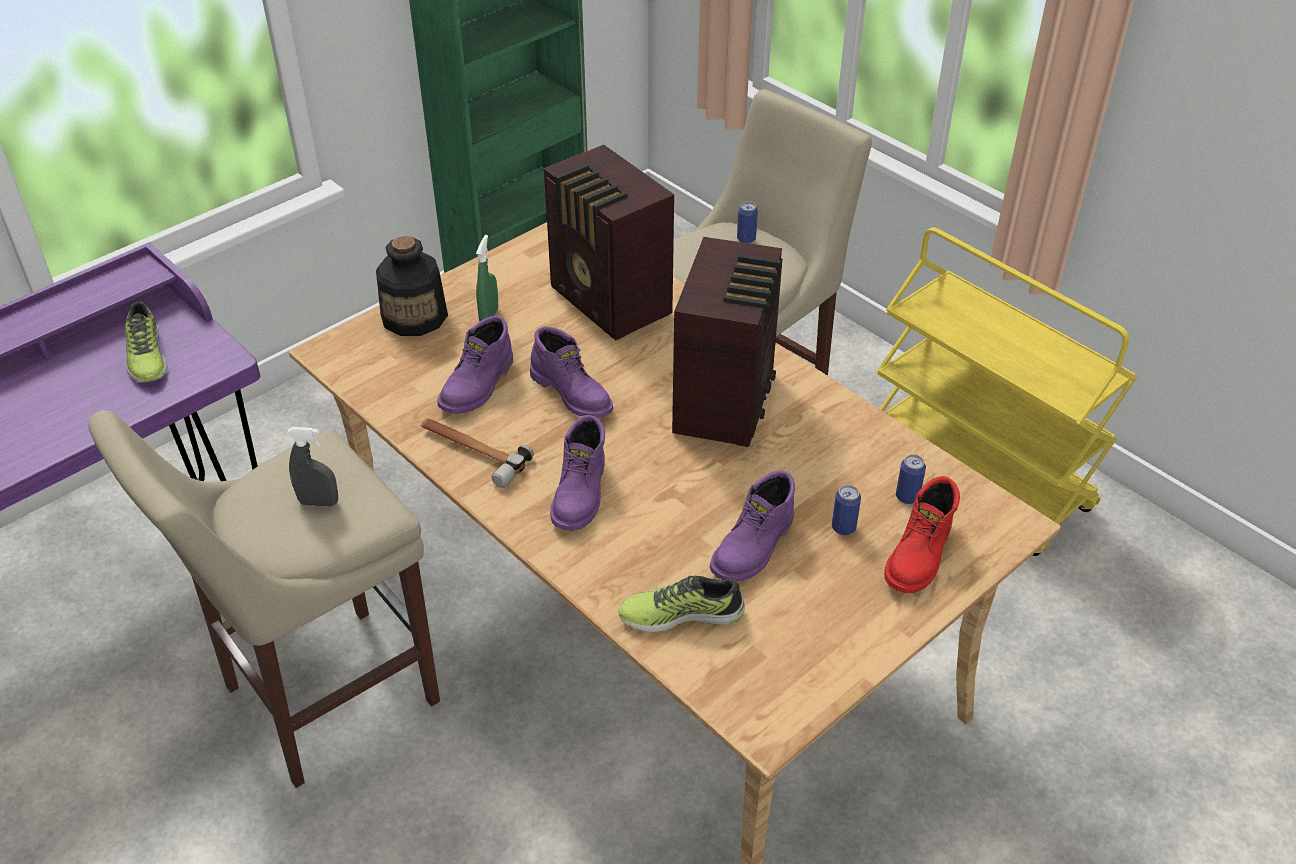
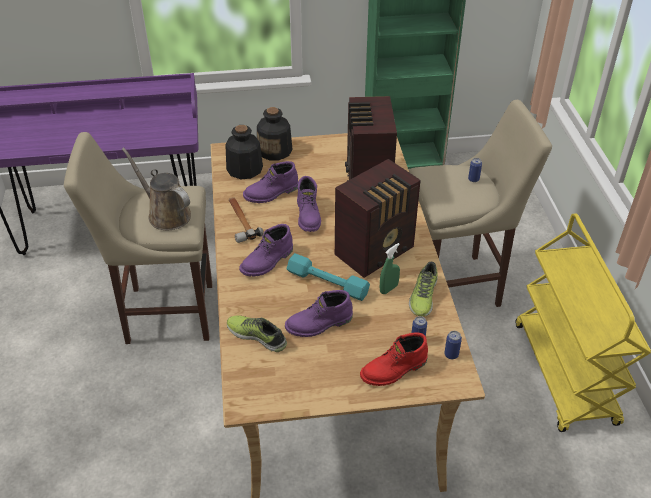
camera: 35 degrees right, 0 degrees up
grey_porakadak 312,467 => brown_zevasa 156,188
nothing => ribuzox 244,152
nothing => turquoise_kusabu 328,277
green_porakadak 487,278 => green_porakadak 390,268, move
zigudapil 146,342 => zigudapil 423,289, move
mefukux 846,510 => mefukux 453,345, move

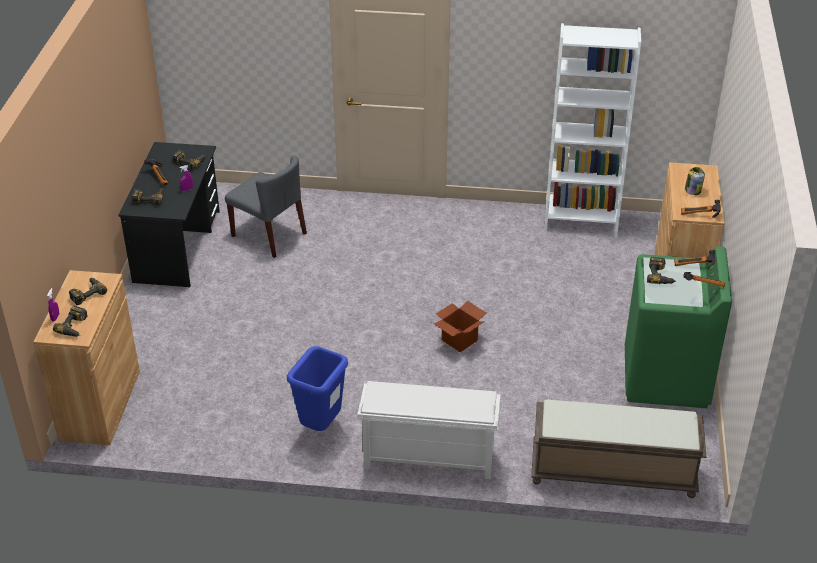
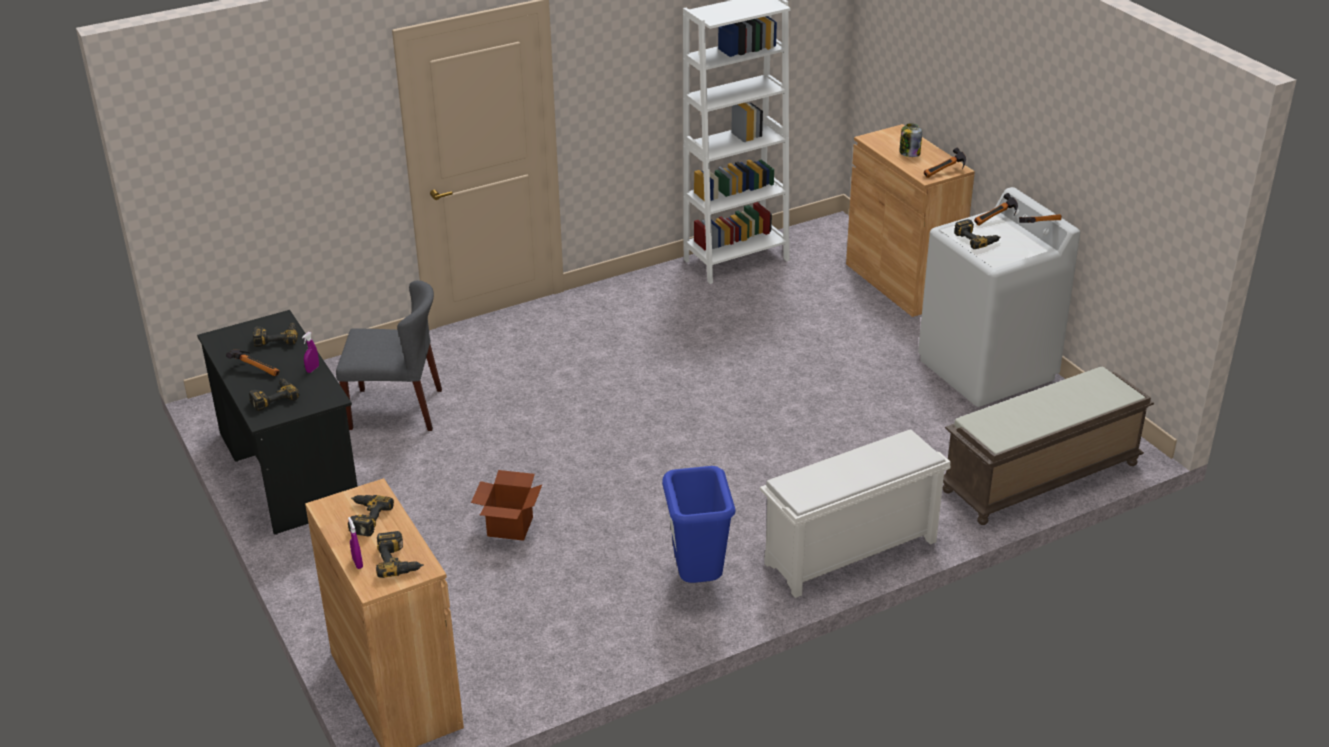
camera: 35 degrees left, 5 degrees down
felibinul 460,326 => felibinul 506,505, move
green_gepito 678,327 => white_gepito 999,297

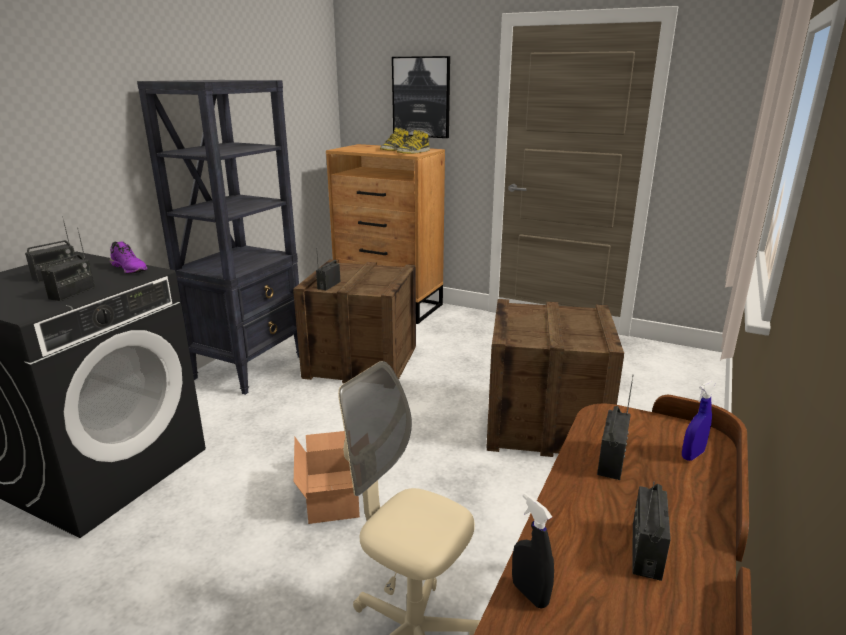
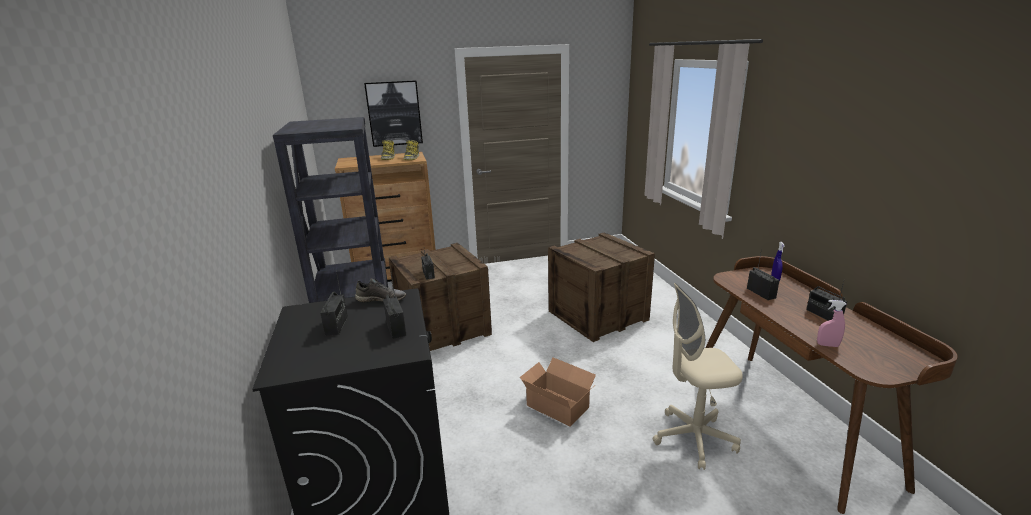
camera: 40 degrees left, 0 degrees up
purple_zigudapil 129,258 => grey_zigudapil 380,290
black_porakadak 533,551 => pink_porakadak 832,323

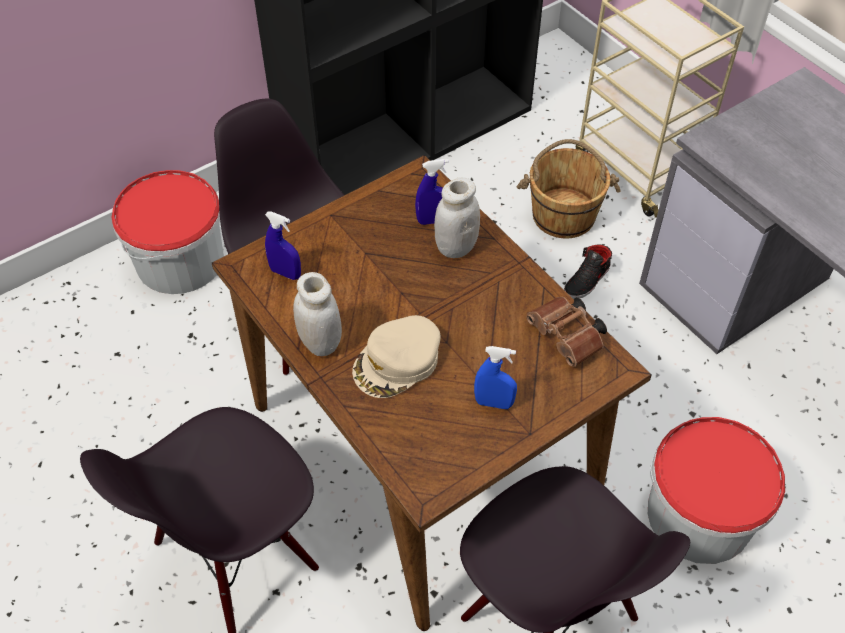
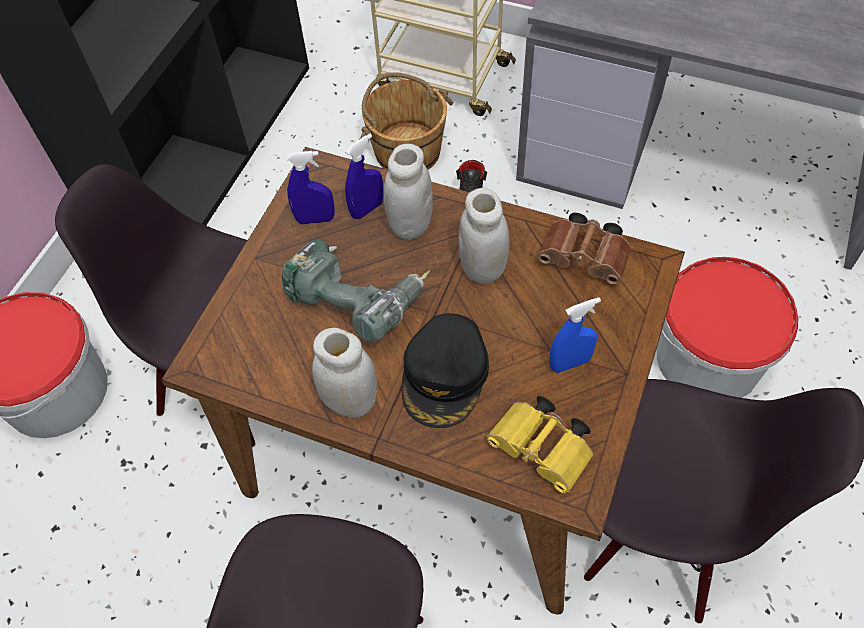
camera: 30 degrees left, 5 degrees up
nothing => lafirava 355,290
blue_porakadak 283,245 => blue_porakadak 311,187, move
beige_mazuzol 396,356 => black_mazuzol 445,370
nothing => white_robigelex 483,236
nothing => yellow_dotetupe 540,445

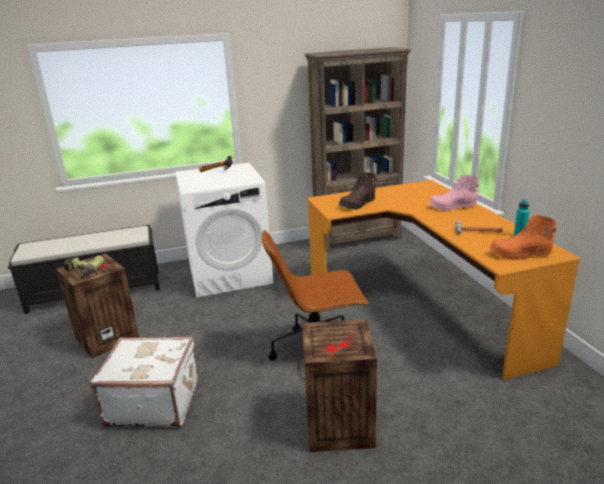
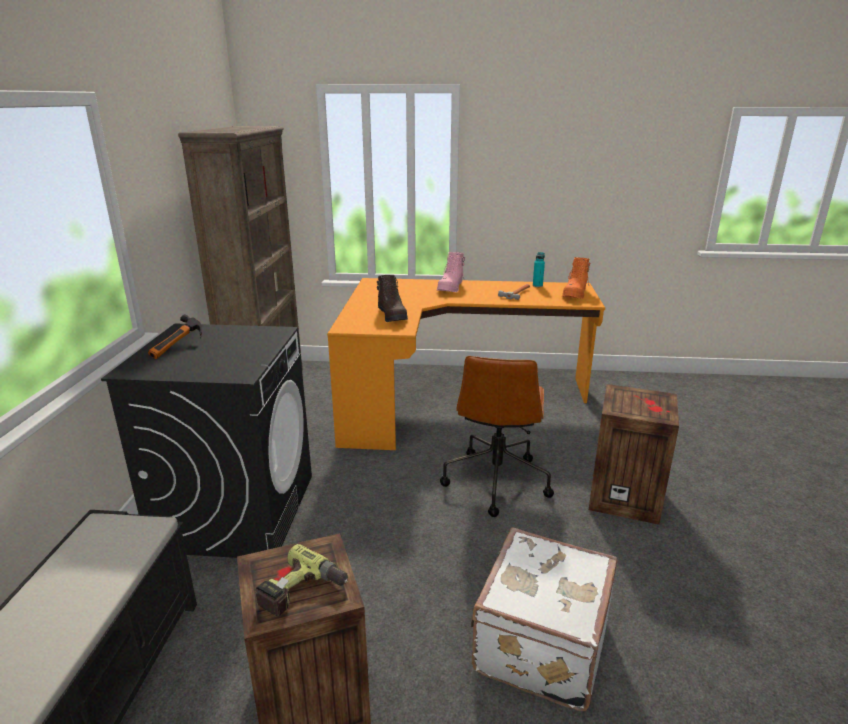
camera: 70 degrees left, 0 degrees up
white_gepito 224,230 => black_gepito 206,441

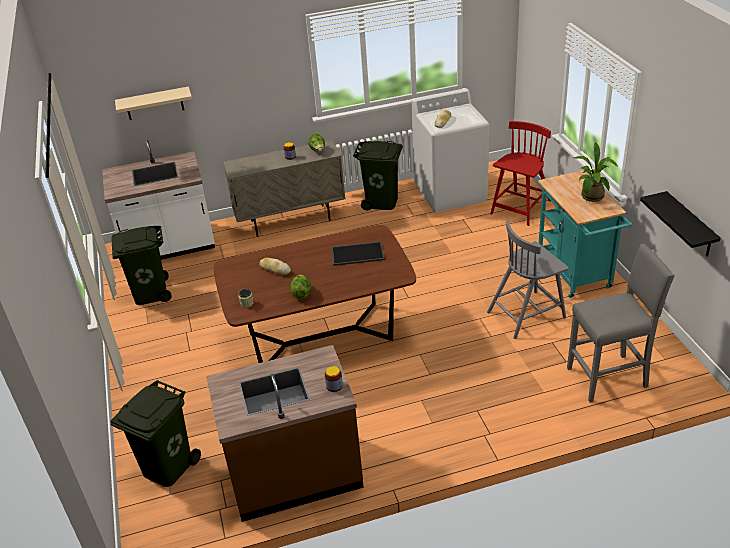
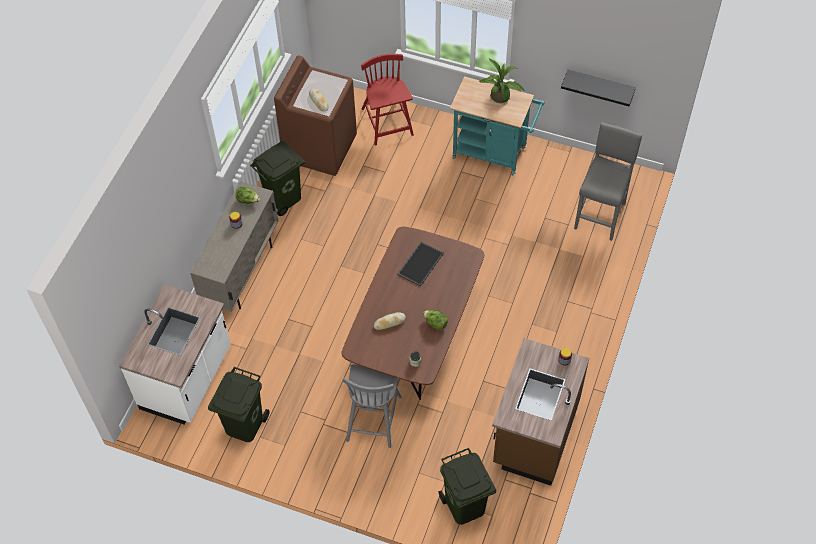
camera: 55 degrees left, 20 degrees up
white_gepito 451,150 => brown_gepito 315,115
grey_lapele 528,279 => grey_lapele 372,406, move
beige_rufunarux 153,103 => nothing

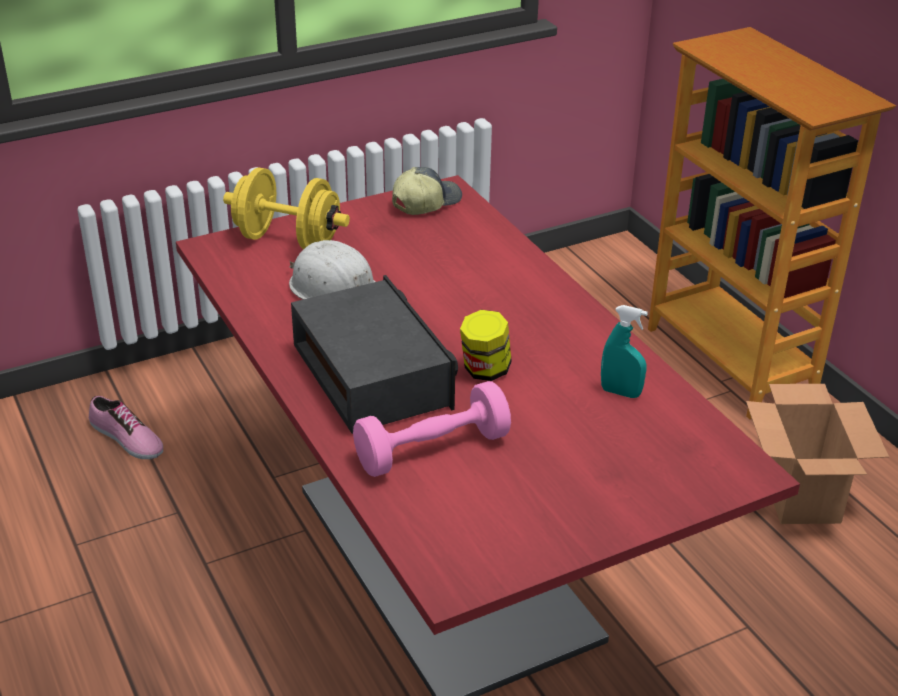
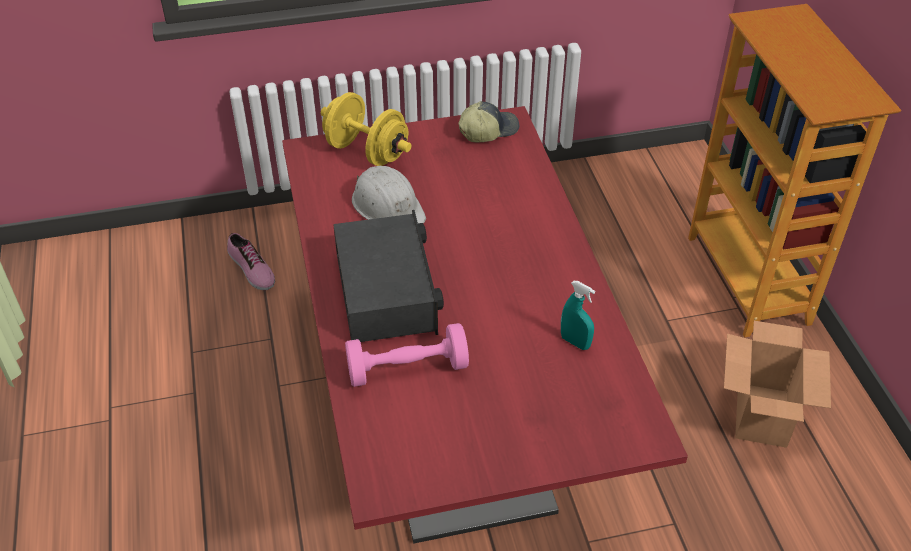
camera: 15 degrees right, 10 degrees up
robigelex 486,345 => nothing

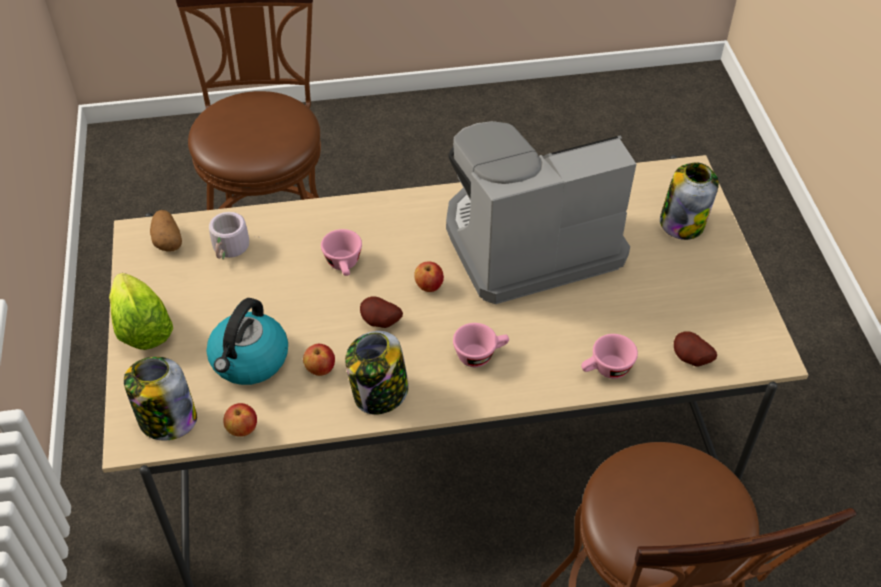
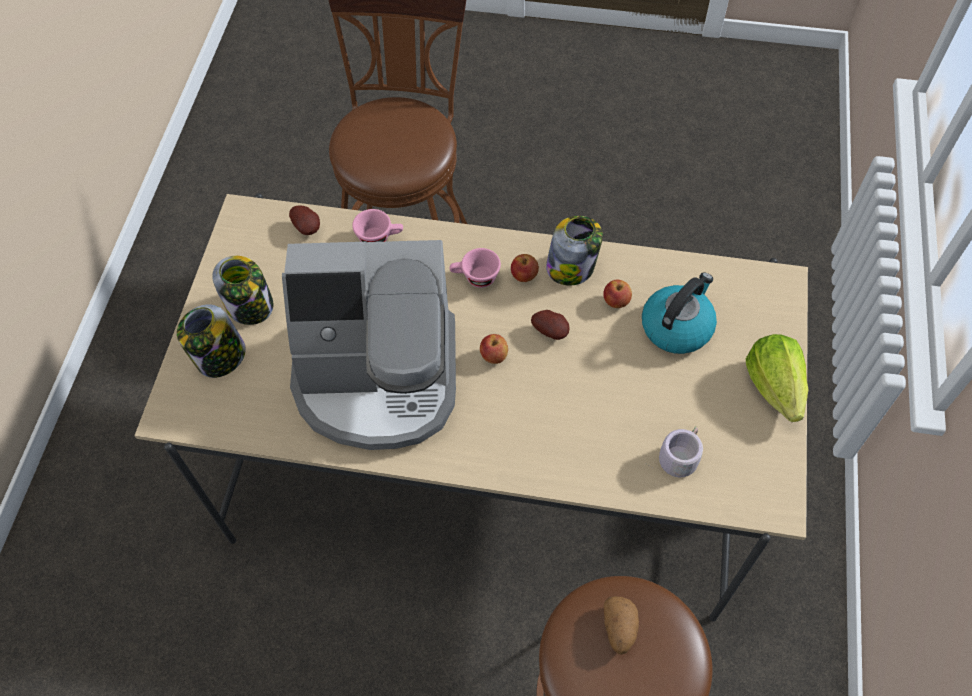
camera: 160 degrees left, 10 degrees up
robigelex 160,399 => robigelex 242,290, move
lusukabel 240,420 => lusukabel 525,268, move
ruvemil 166,231 => ruvemil 621,625, move
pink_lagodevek 341,252 => nothing

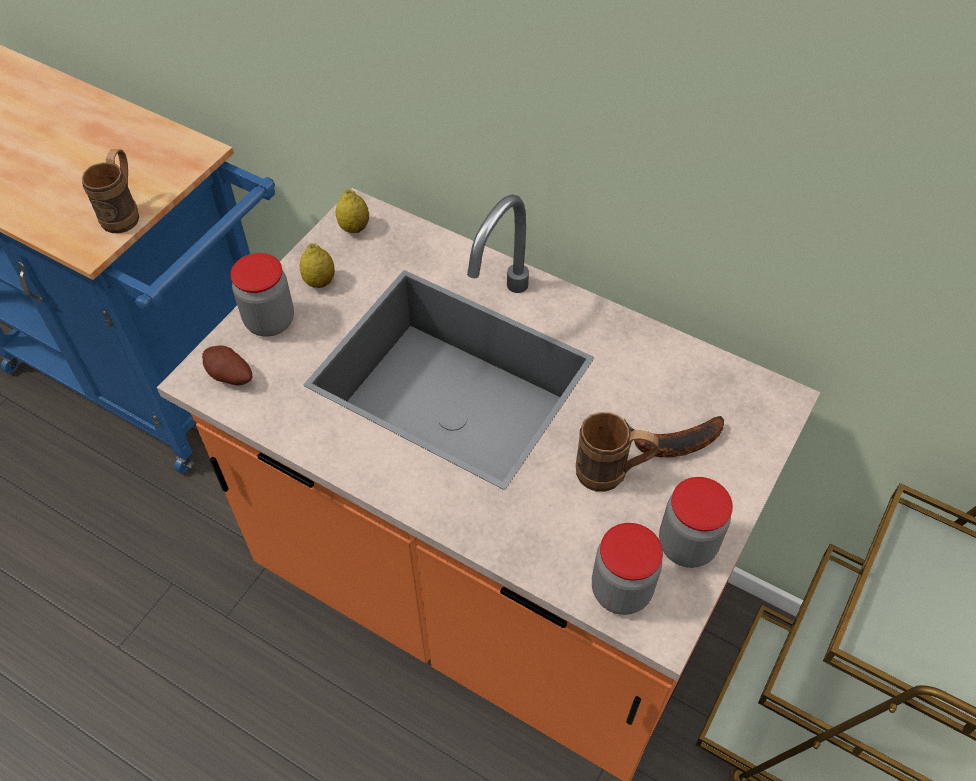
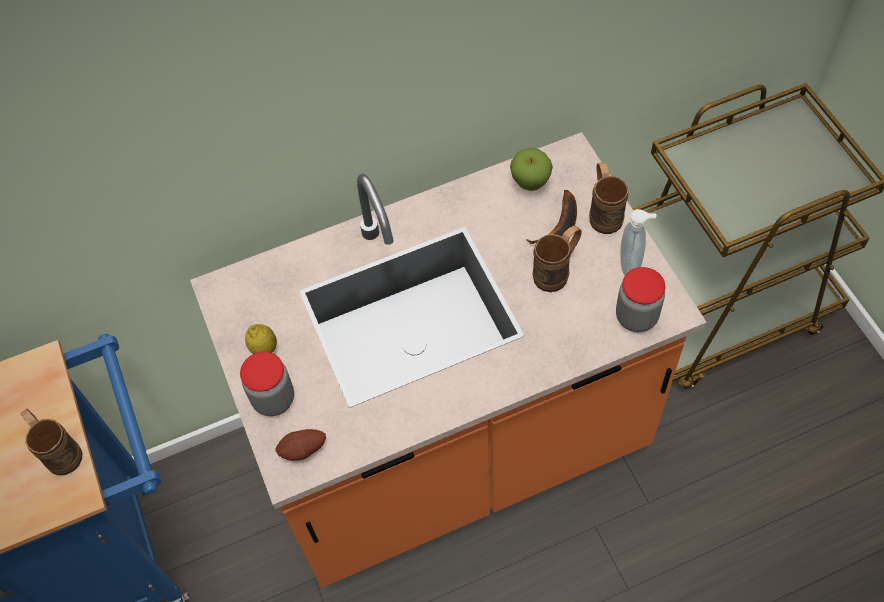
camera: 50 degrees left, 5 degrees up
nothing => lusukabel 531,169
nothing => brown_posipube 608,198
robigelex 696,522 => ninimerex 638,242
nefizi 352,211 => nothing

